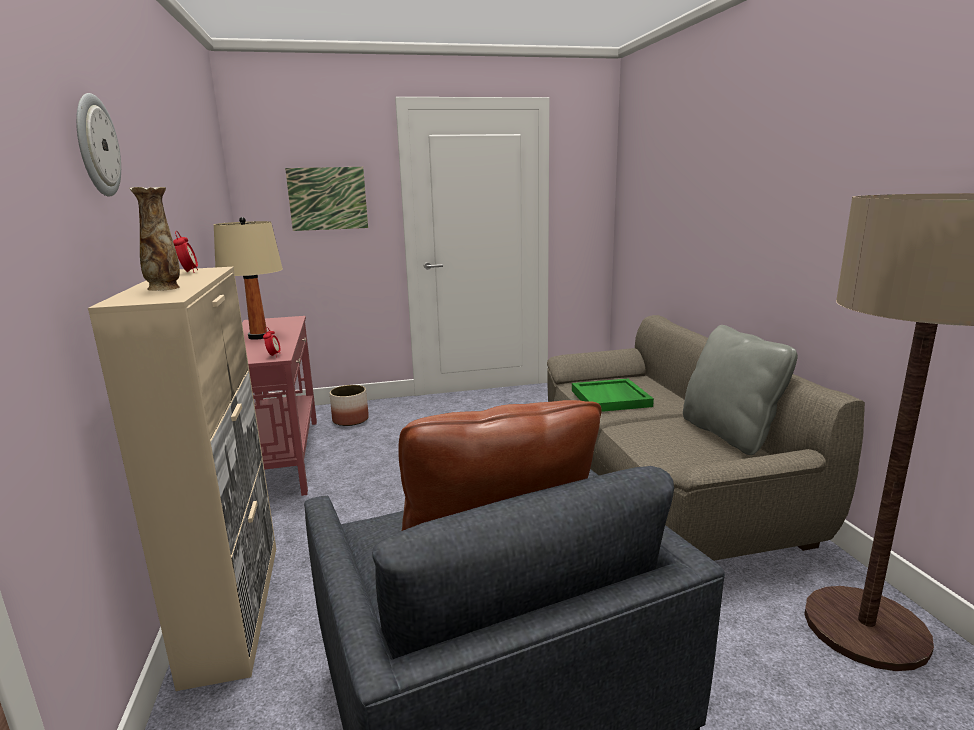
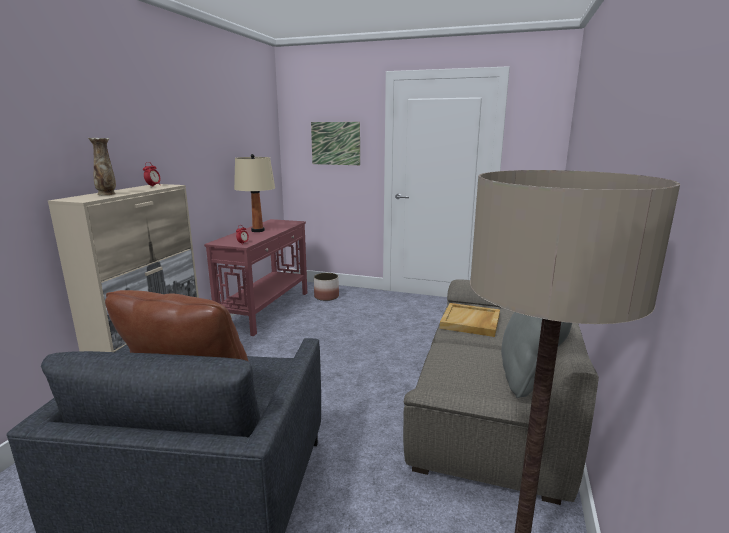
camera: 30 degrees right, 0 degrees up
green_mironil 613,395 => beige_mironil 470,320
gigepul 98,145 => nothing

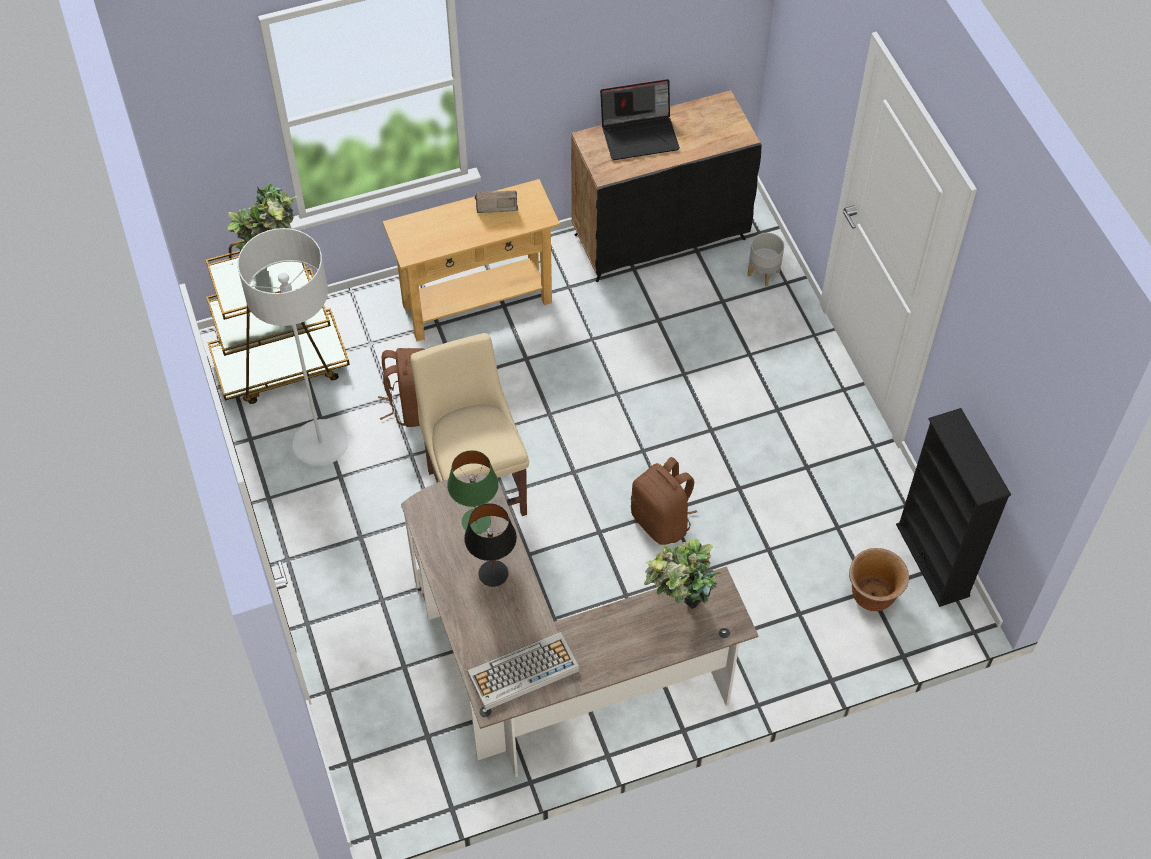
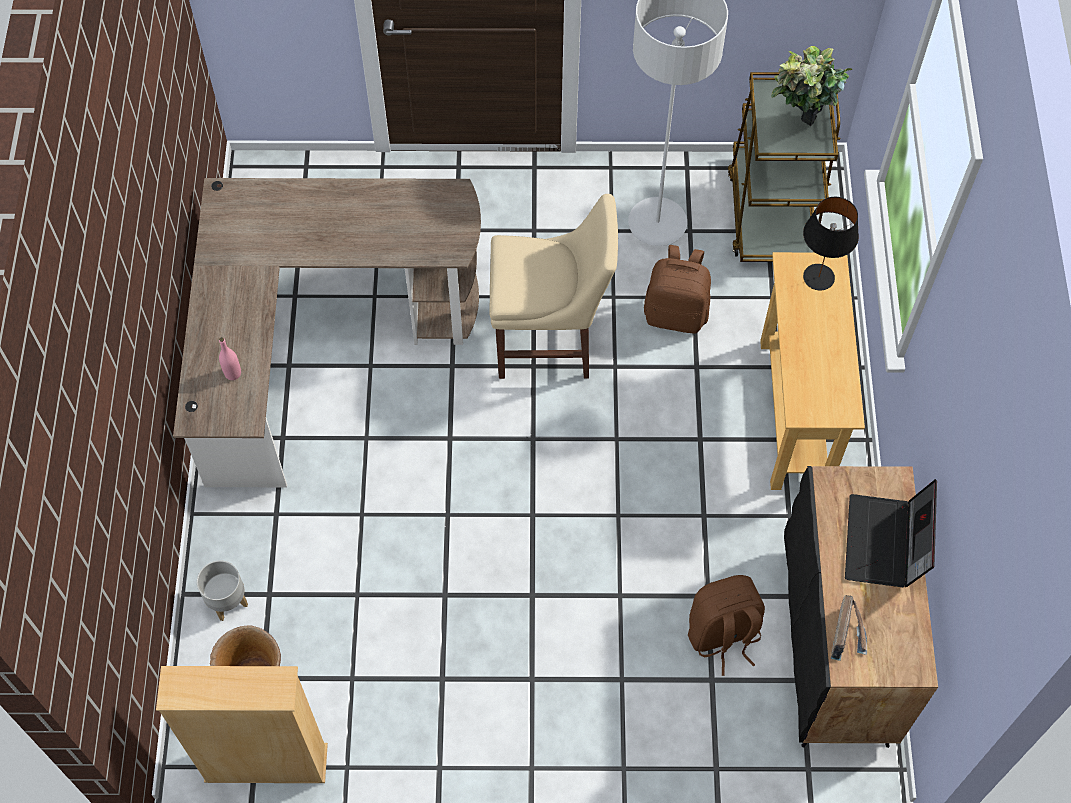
camera: 110 degrees right, 5 degrees up
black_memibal 953,507 => beige_memibal 242,724
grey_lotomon 766,259 => grey_lotomon 222,590, move
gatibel 683,573 => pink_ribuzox 230,358
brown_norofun 664,501 => brown_norofun 726,625, move
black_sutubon 490,545 => black_sutubon 831,243, move
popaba 496,201 => popaba 849,628, move
green_sutubon 473,492 => nothing
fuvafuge 523,671 => nothing

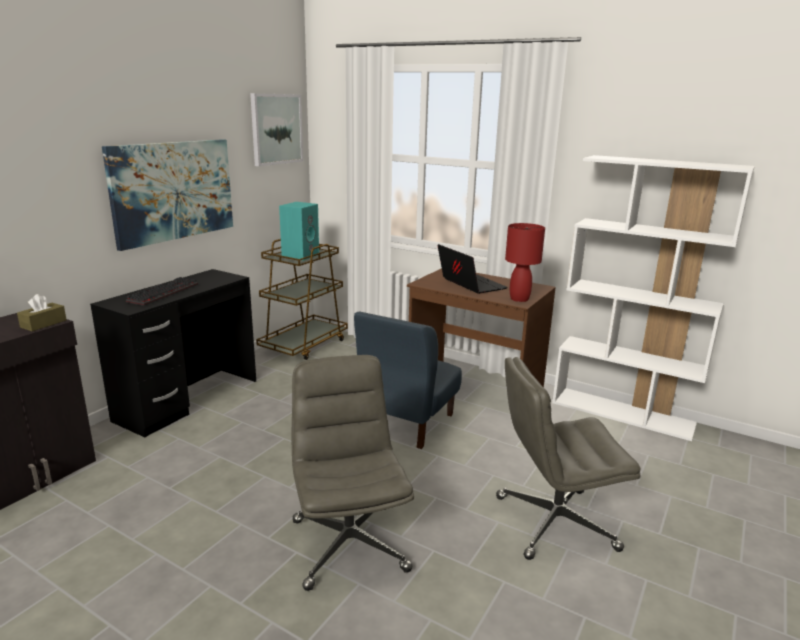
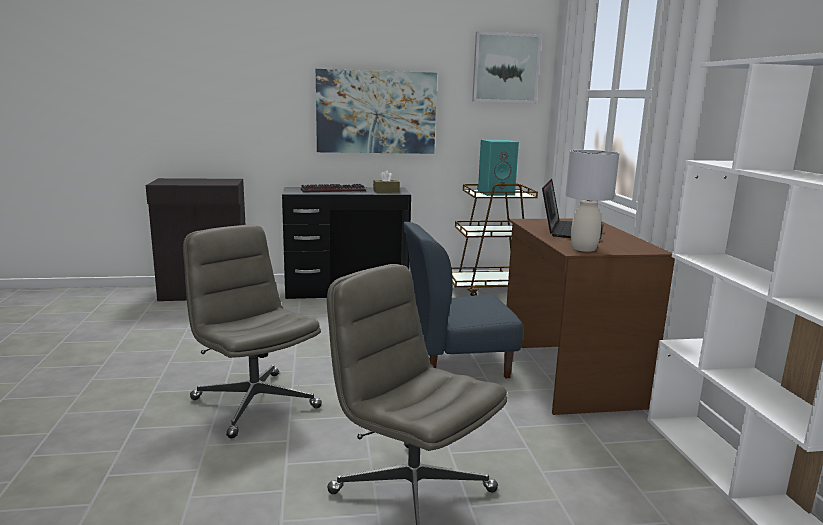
camera: 50 degrees right, 5 degrees down
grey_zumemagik 353,473 => grey_zumemagik 252,331, 75 degrees counterclockwise
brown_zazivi 42,312 => brown_zazivi 386,181, move
red_sutubon 525,262 => grey_sutubon 592,201

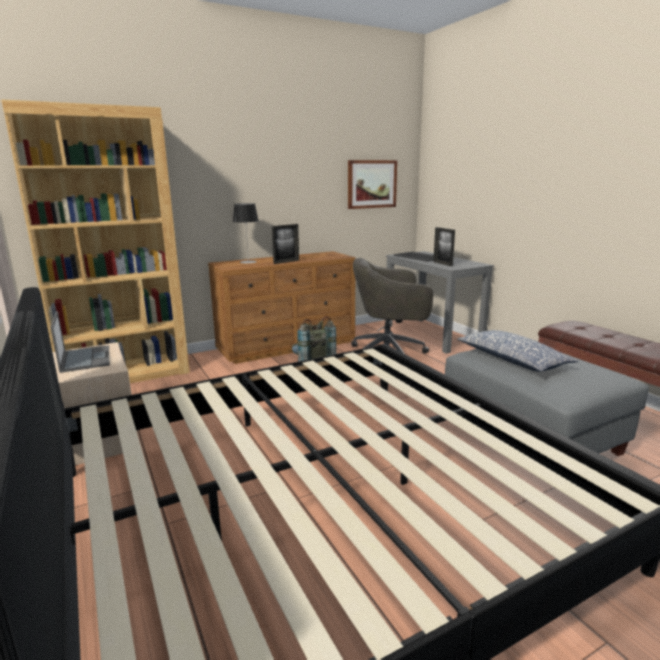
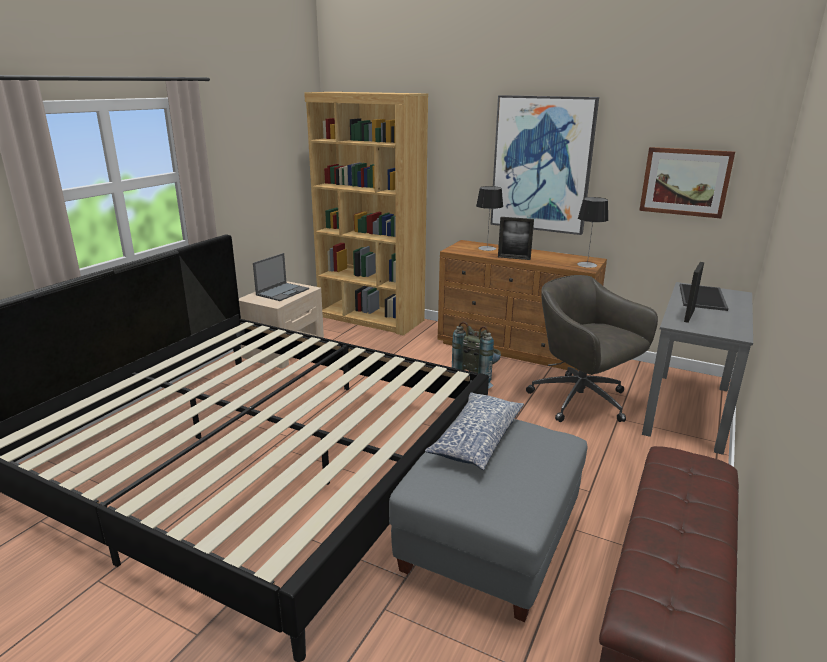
camera: 55 degrees right, 5 degrees up
nothing => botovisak 544,165
nothing => sutubon 592,232

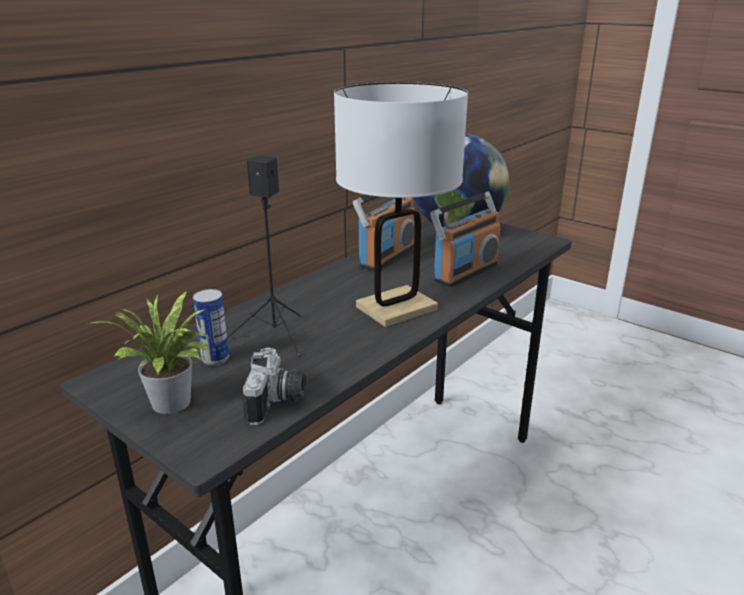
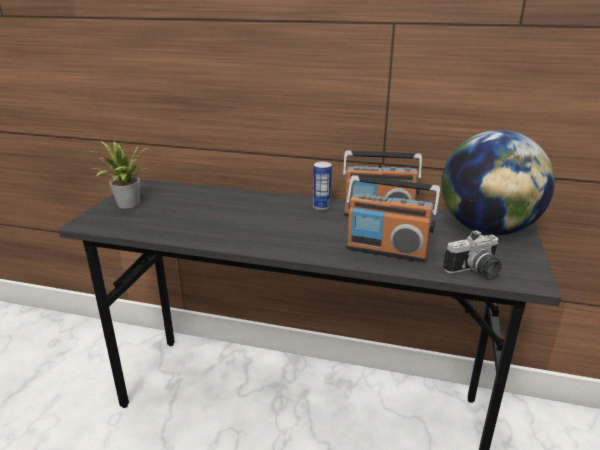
camera: 65 degrees right, 0 degrees up
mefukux 211,327 => mefukux 322,186, move
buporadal 274,386 => buporadal 472,253, move
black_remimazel 264,256 => nothing
white_sutubon 401,204 => nothing

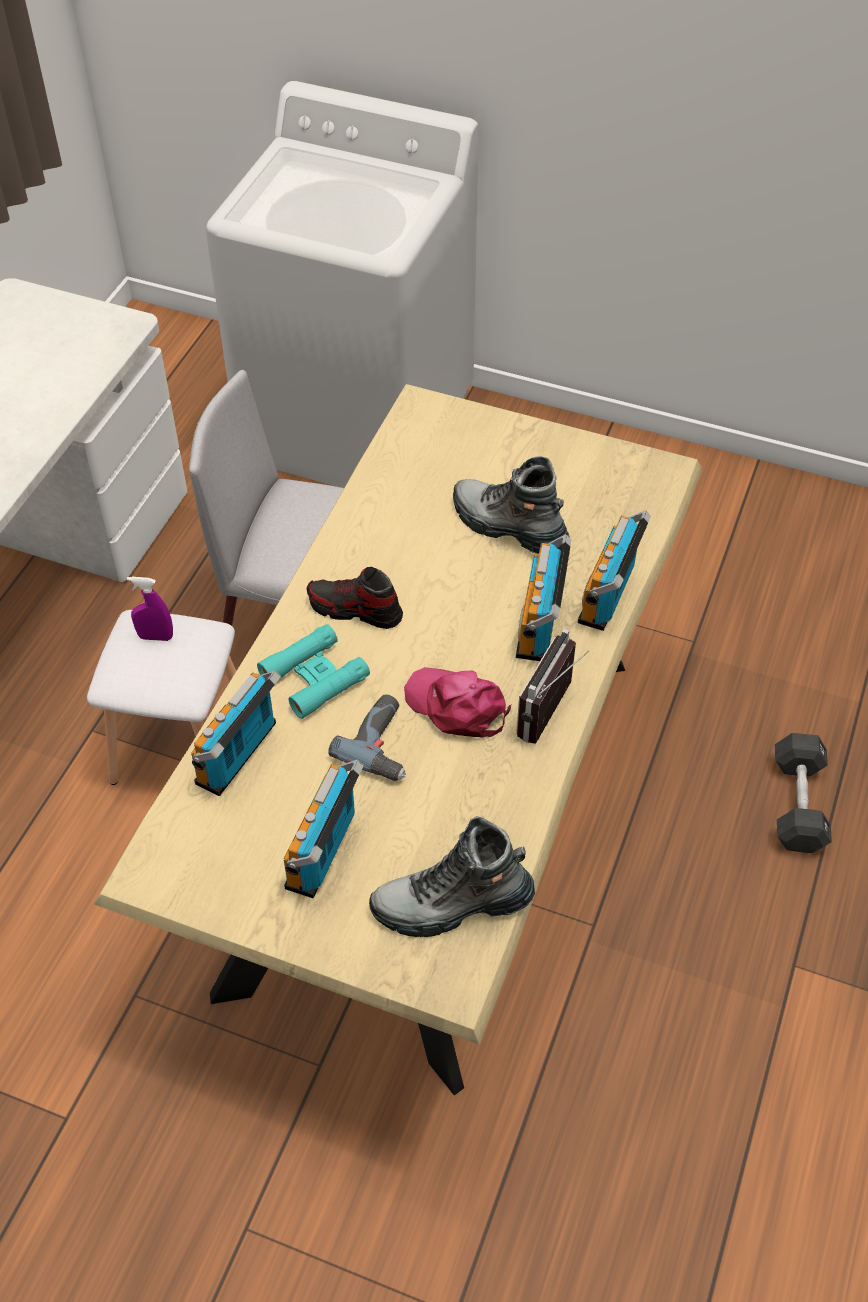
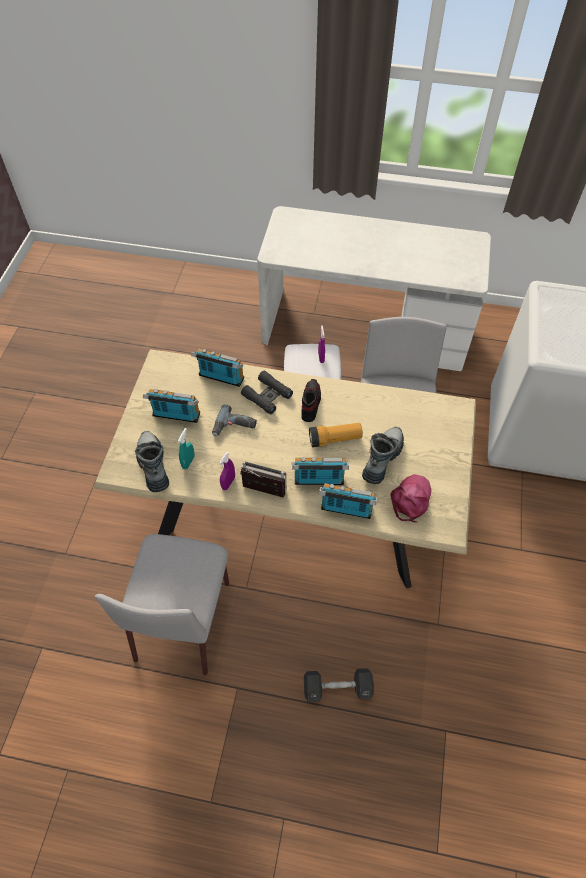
camera: 80 degrees right, 5 degrees up
nothing => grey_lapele 162,604
nothing => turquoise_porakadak 186,448
nothing => purple_porakadak 227,471
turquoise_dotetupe 313,671 => black_dotetupe 267,392
nothing => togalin 336,435
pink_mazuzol 457,702 => pink_mazuzol 410,498, move

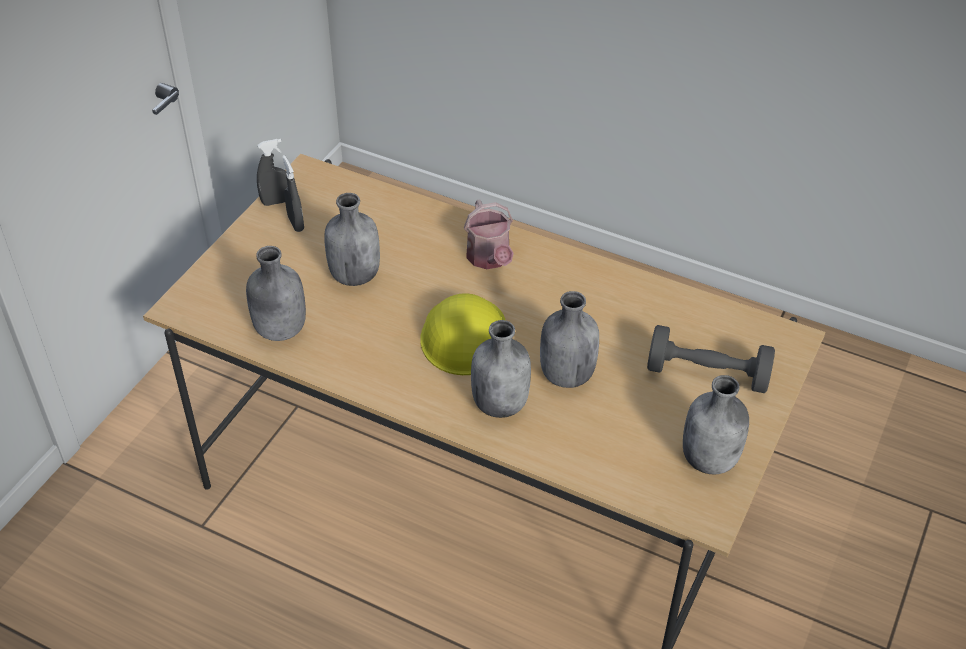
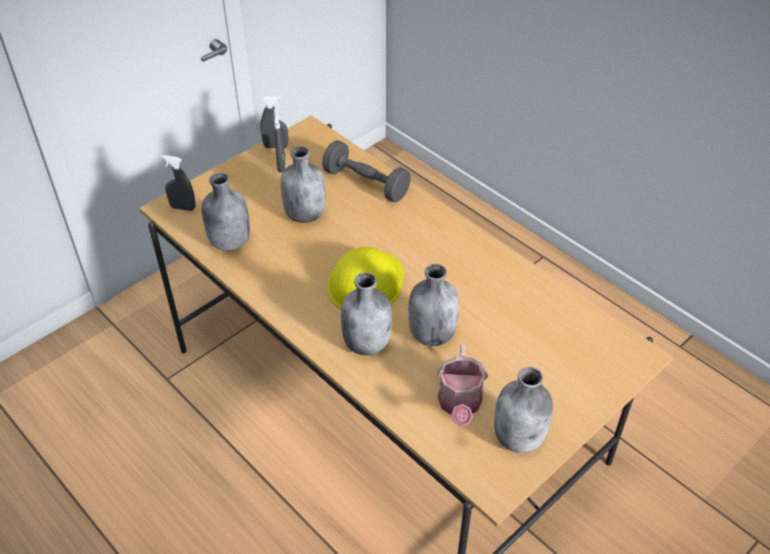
camera: 20 degrees right, 0 degrees up
nothing => grey_porakadak 178,183
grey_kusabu 711,359 => grey_kusabu 366,171, move
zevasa 489,234 => zevasa 462,386, move

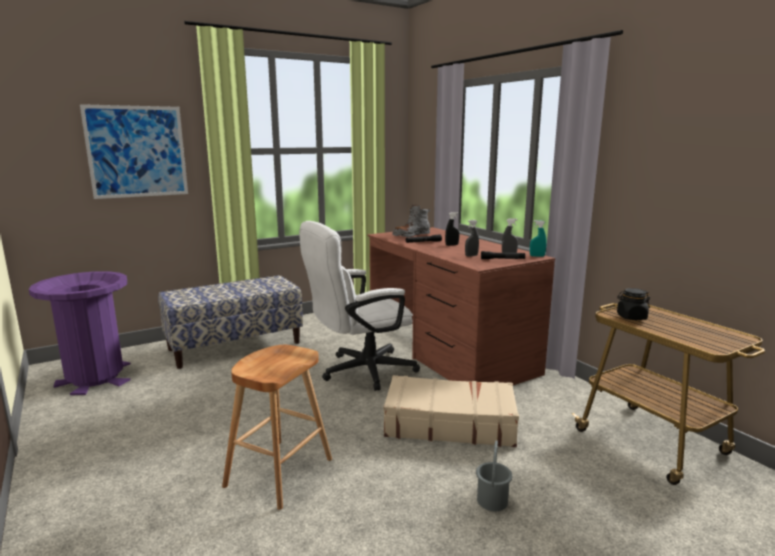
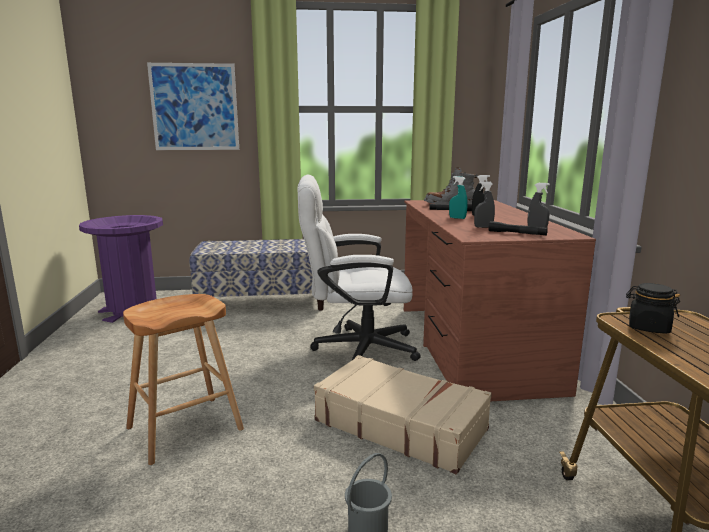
camera: 25 degrees right, 0 degrees up
turquoise_porakadak 538,238 => turquoise_porakadak 458,197, move

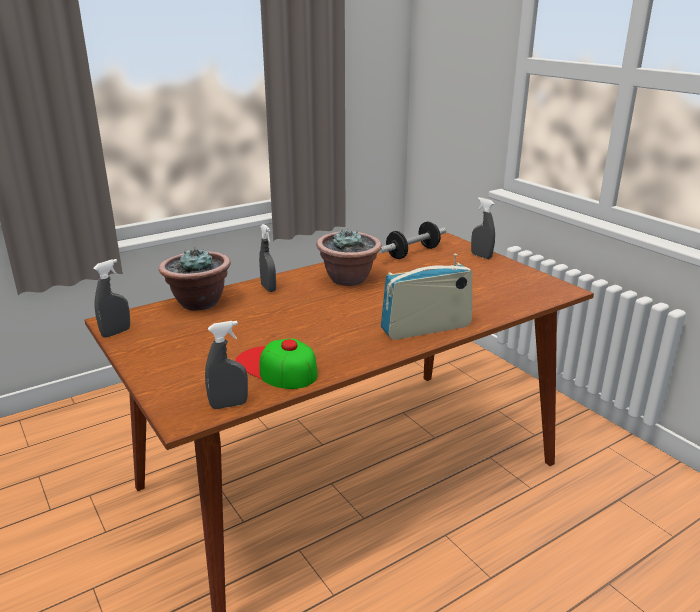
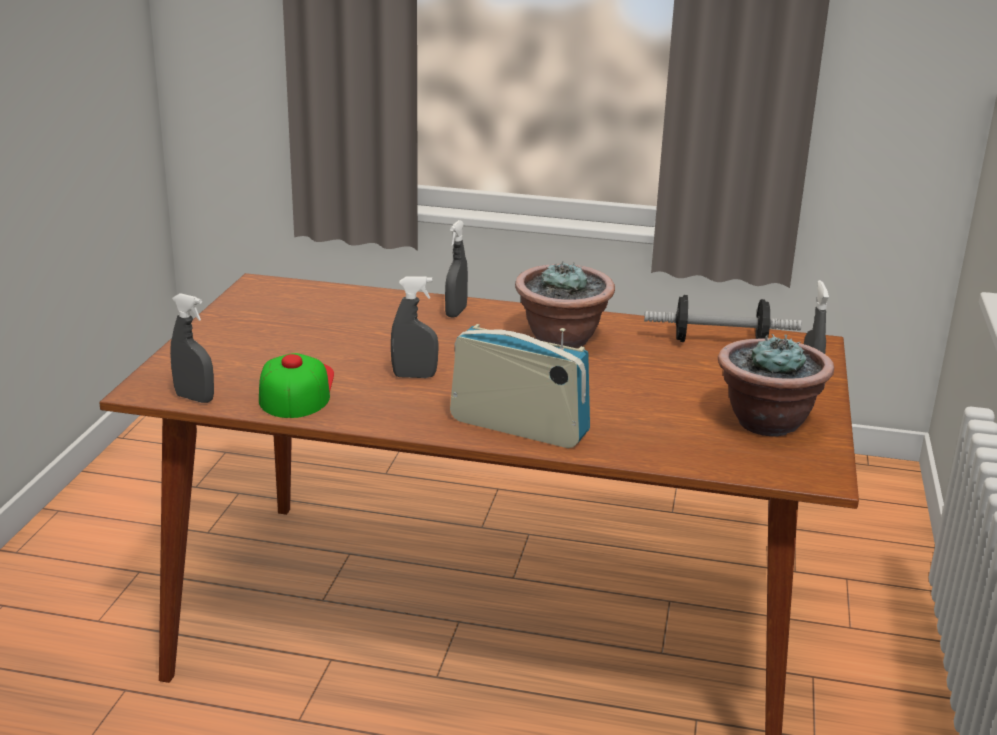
camera: 45 degrees right, 0 degrees up
grey_porakadak 111,298 => grey_porakadak 415,327, move
gatibel 195,278 => gatibel 776,385, move

